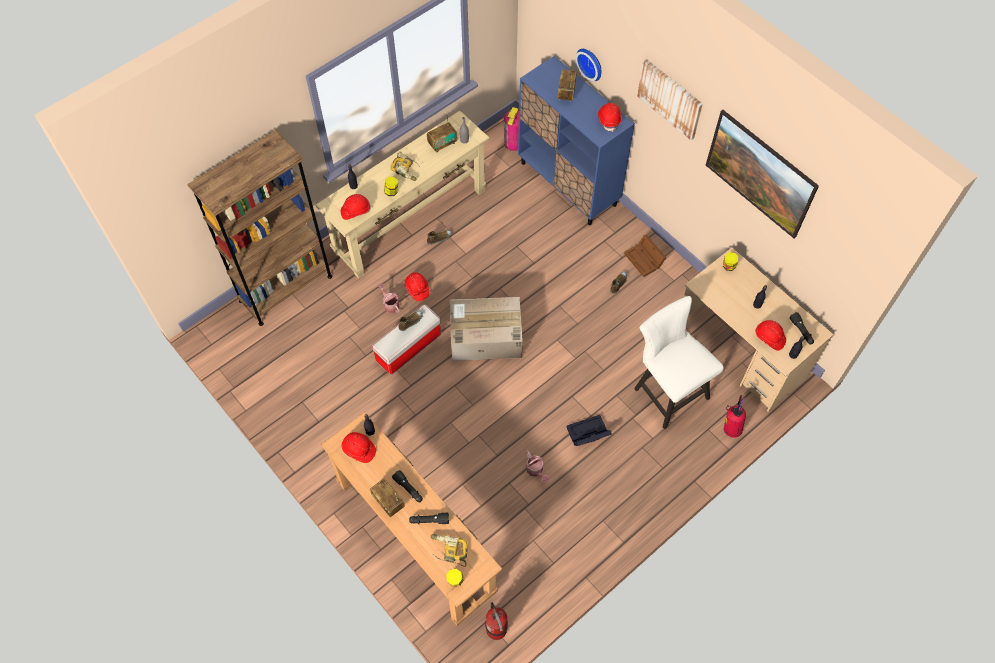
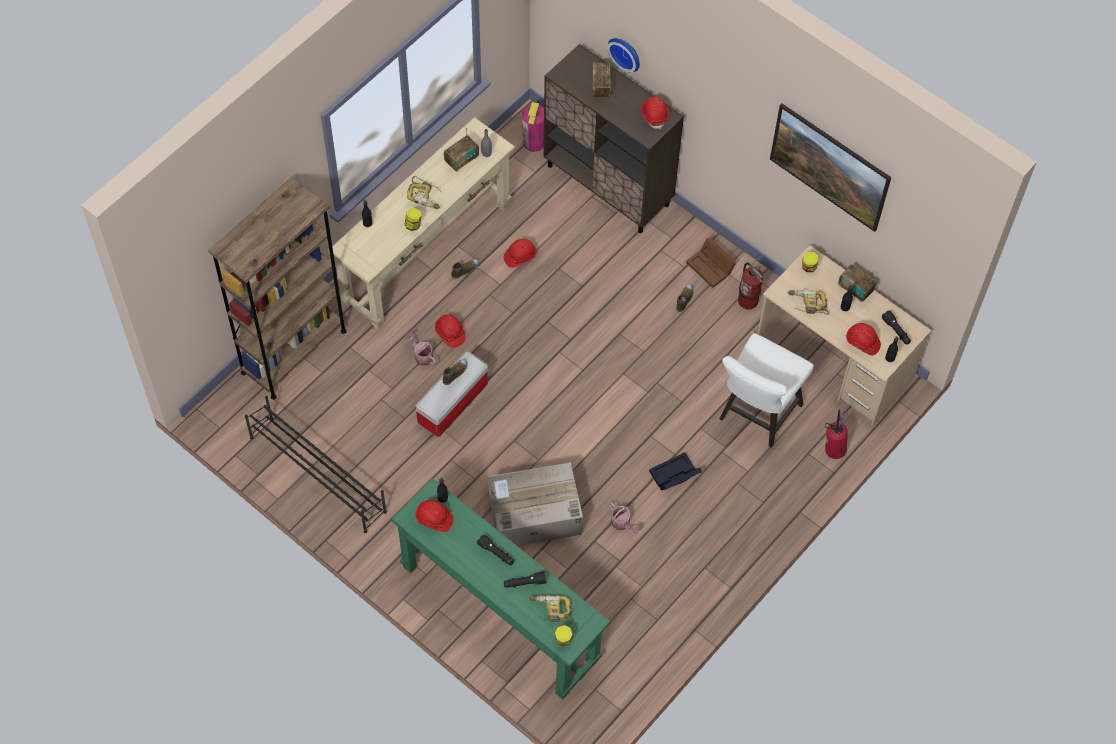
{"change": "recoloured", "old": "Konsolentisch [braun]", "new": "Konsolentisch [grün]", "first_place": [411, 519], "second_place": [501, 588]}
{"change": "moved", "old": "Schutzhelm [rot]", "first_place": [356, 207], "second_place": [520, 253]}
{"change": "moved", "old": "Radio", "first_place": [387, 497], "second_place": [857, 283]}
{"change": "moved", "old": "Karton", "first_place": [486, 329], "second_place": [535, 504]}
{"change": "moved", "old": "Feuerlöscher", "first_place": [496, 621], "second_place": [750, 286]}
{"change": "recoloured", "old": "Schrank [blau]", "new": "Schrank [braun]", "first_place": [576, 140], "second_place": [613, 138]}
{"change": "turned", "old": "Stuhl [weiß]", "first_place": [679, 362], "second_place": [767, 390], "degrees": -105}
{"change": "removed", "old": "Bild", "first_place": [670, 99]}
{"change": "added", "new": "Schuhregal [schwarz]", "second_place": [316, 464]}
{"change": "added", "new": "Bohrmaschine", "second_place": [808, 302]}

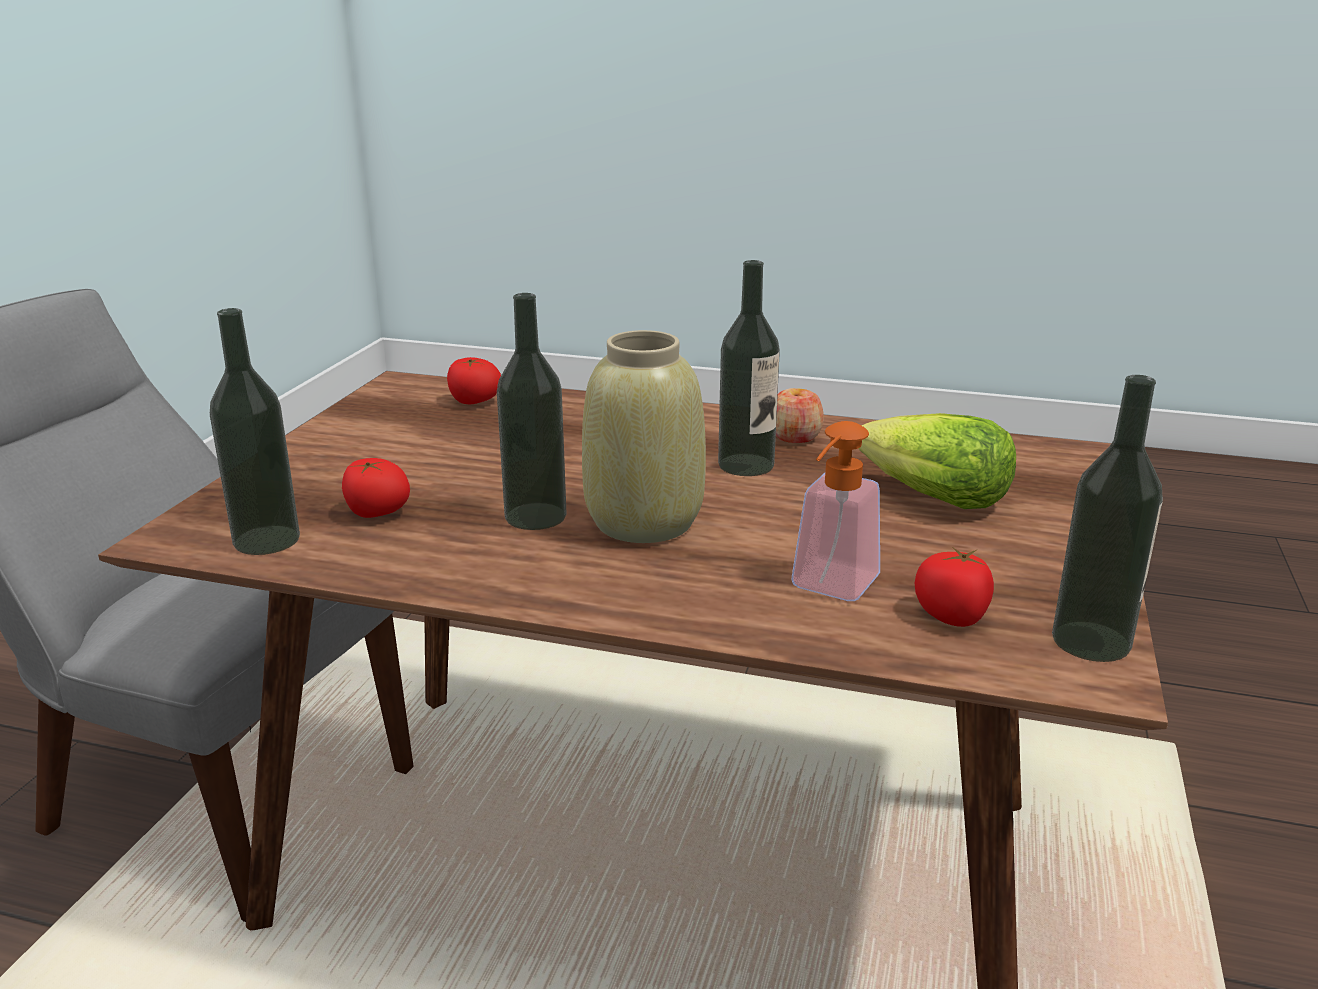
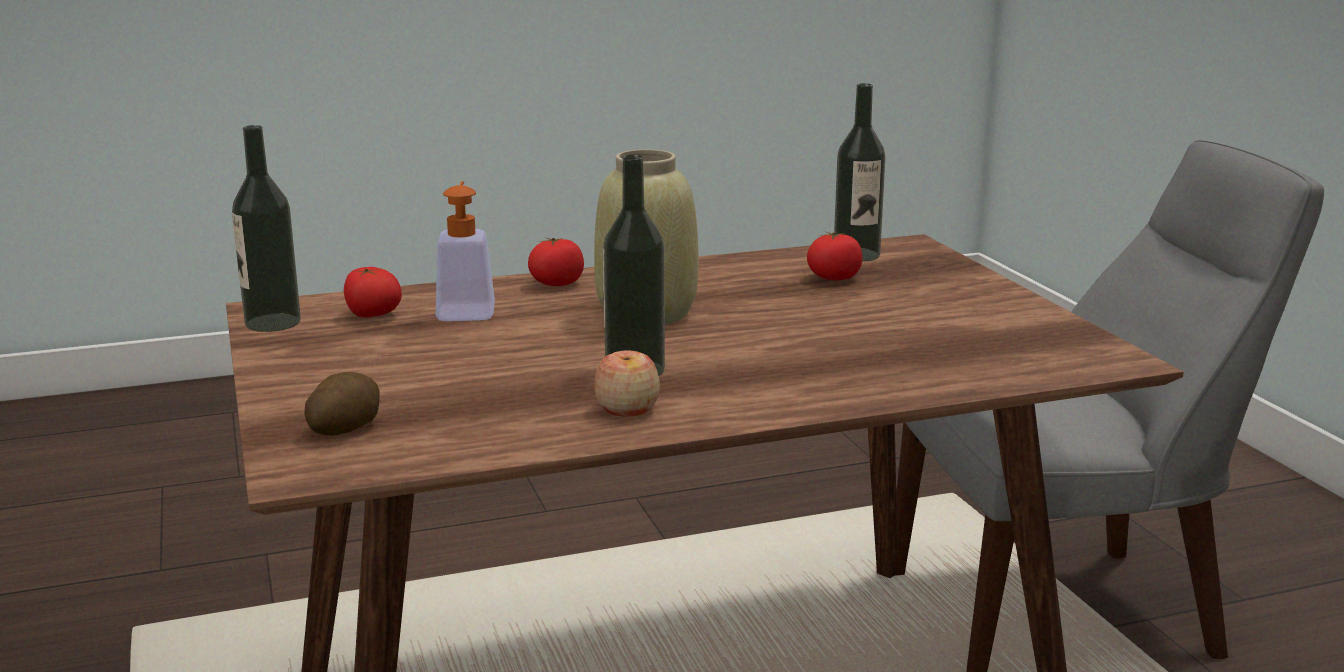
{"change": "moved", "old": "Tomate", "first_place": [474, 380], "second_place": [556, 262]}
{"change": "removed", "old": "Flasche", "first_place": [532, 411]}
{"change": "removed", "old": "Salatkopf", "first_place": [937, 461]}
{"change": "added", "new": "Kartoffel", "second_place": [342, 404]}

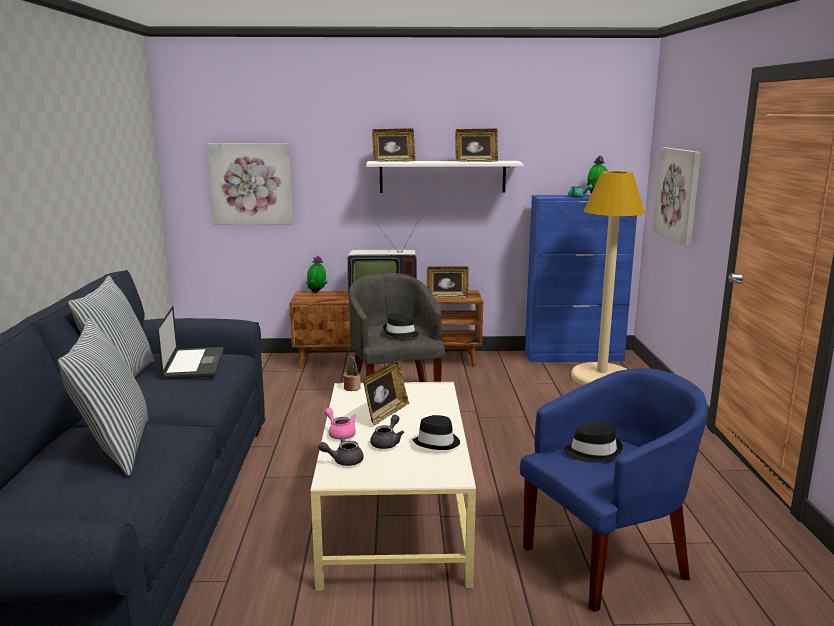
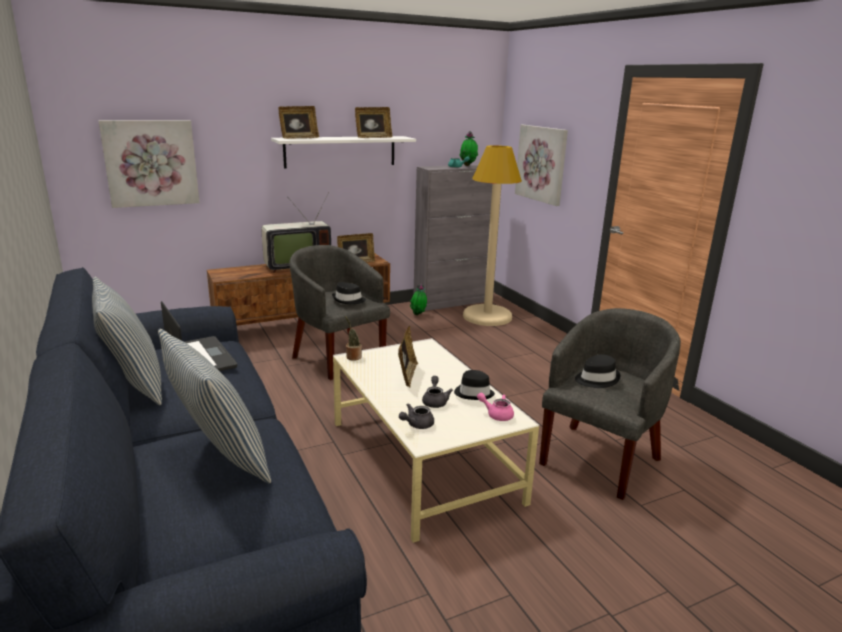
{"change": "moved", "old": "Topfpflanze", "first_place": [317, 274], "second_place": [418, 299]}
{"change": "moved", "old": "Teekanne [rosa]", "first_place": [340, 424], "second_place": [495, 407]}
{"change": "recoloured", "old": "Sessel [blau]", "new": "Sessel [grau]", "first_place": [614, 490], "second_place": [610, 404]}
{"change": "recoloured", "old": "Schrank [blau]", "new": "Schrank [grau]", "first_place": [581, 278], "second_place": [458, 237]}

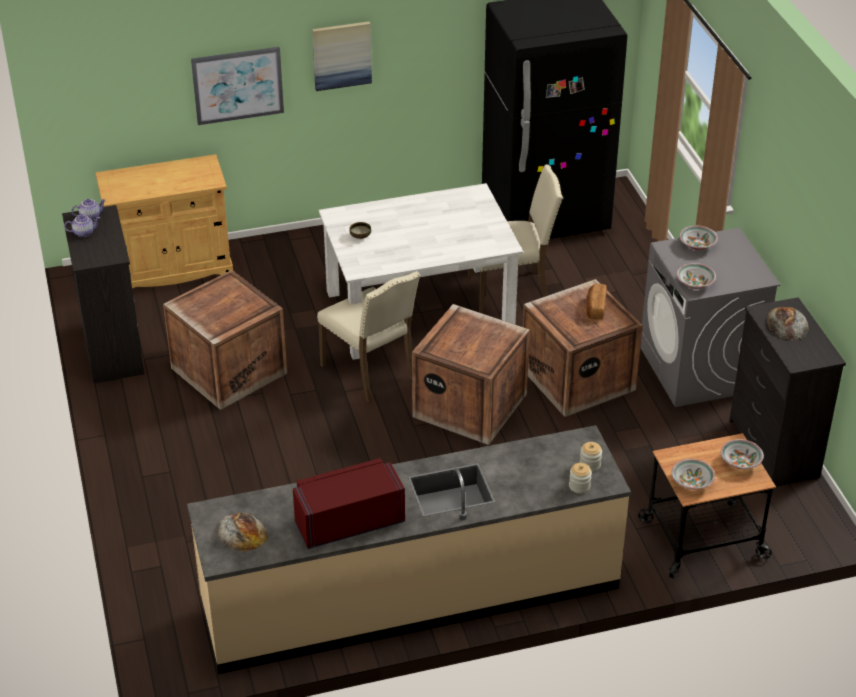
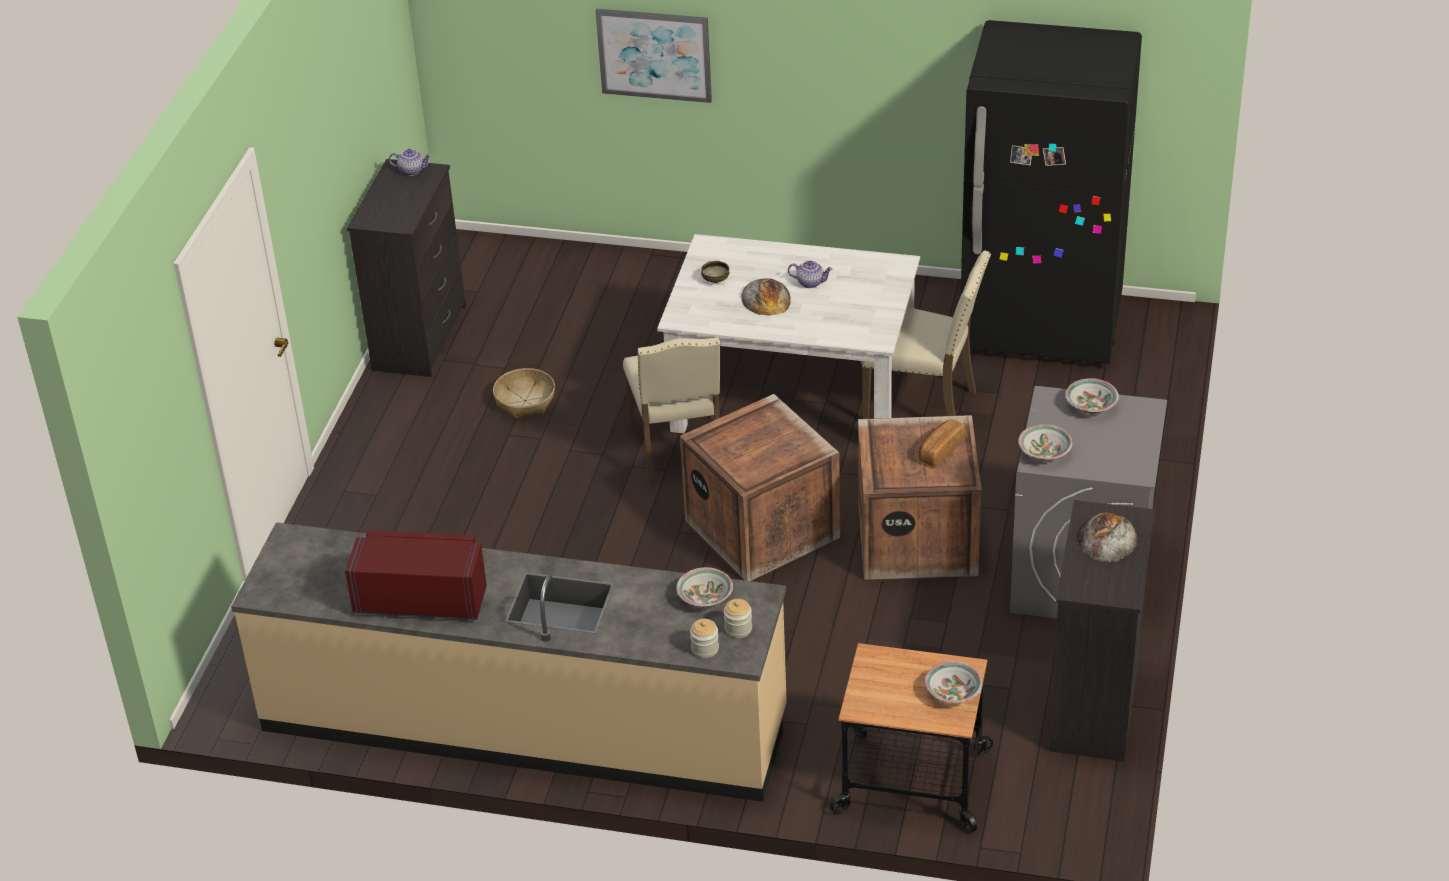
{"change": "moved", "old": "Teekanne", "first_place": [82, 226], "second_place": [810, 274]}
{"change": "removed", "old": "Schrank [beige]", "first_place": [164, 221]}
{"change": "replaced", "old": "Kiste", "new": "Korb", "first_place": [225, 340], "second_place": [524, 393]}
{"change": "moved", "old": "Brot", "first_place": [242, 532], "second_place": [766, 296]}
{"change": "removed", "old": "Bild", "first_place": [342, 56]}
{"change": "moved", "old": "Schüssel", "first_place": [693, 474], "second_place": [704, 587]}

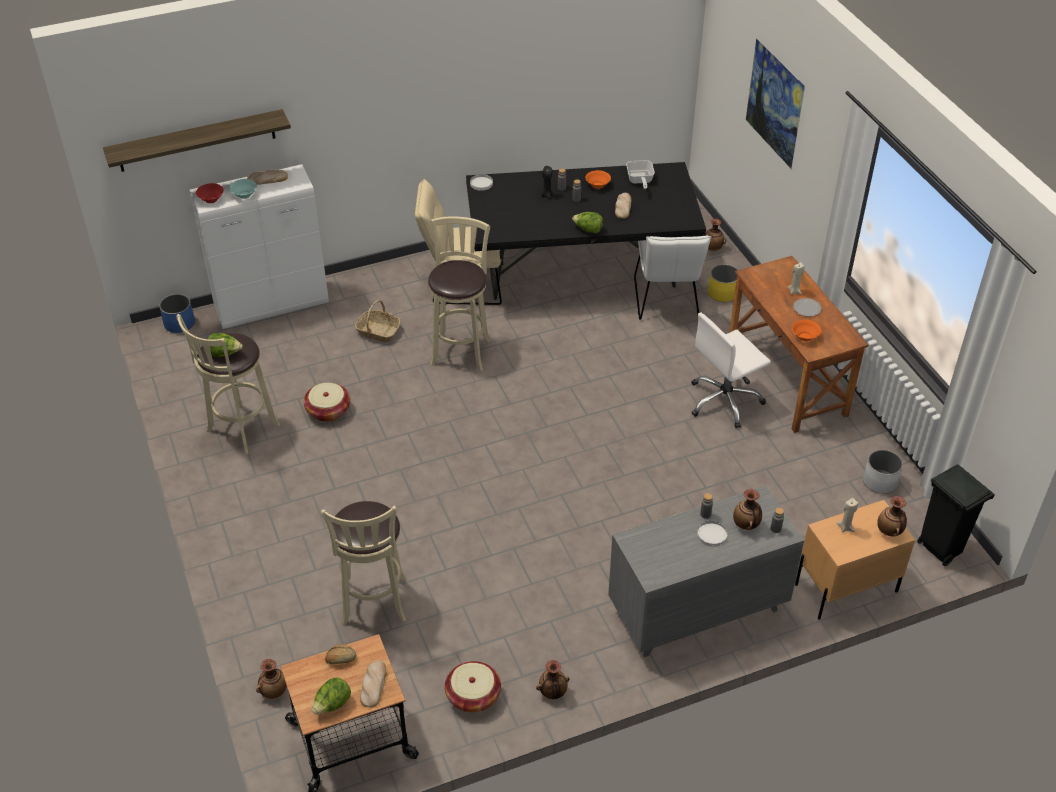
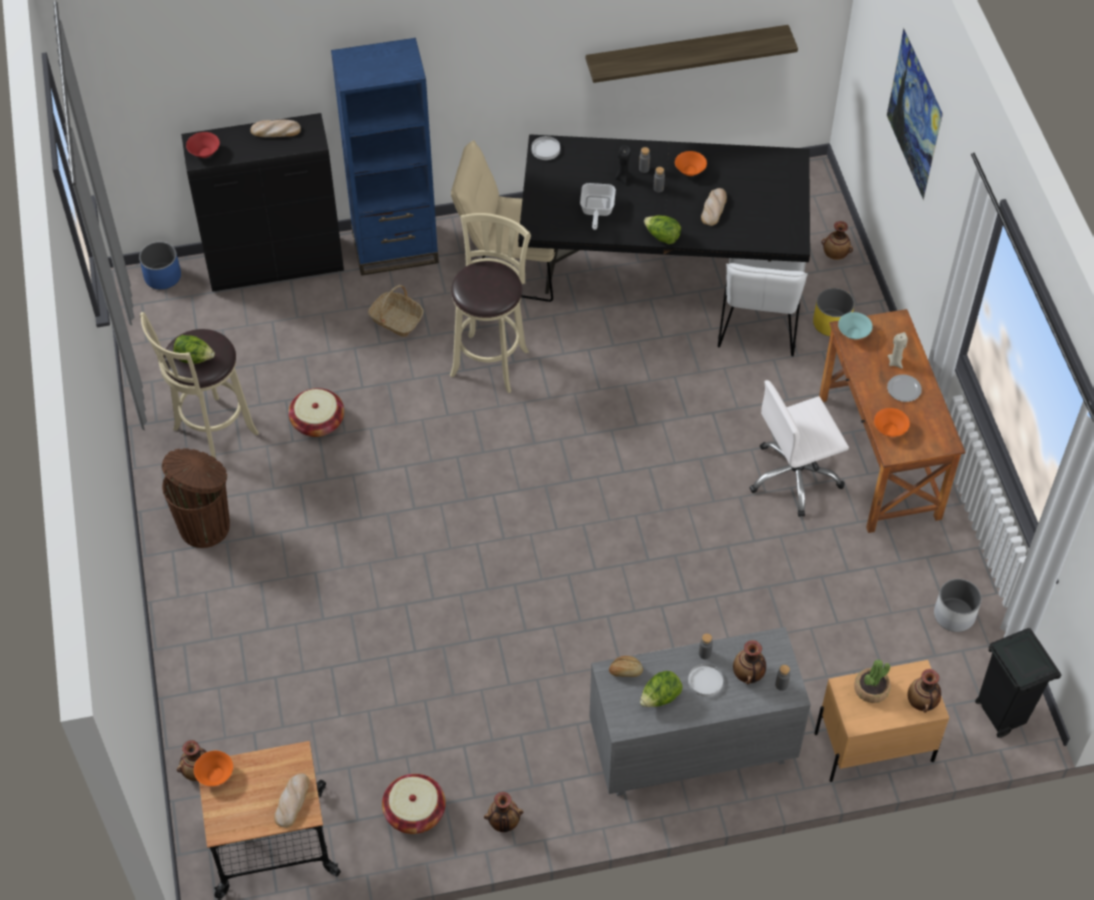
{"change": "moved", "old": "Wandregal", "first_place": [197, 140], "second_place": [692, 54]}
{"change": "recoloured", "old": "Schrank [weiß]", "new": "Schrank [schwarz]", "first_place": [259, 246], "second_place": [262, 202]}
{"change": "moved", "old": "Schüssel [türkis]", "first_place": [243, 189], "second_place": [855, 325]}
{"change": "moved", "old": "Salatkopf", "first_place": [331, 696], "second_place": [661, 689]}
{"change": "removed", "old": "Hocker [beige]", "first_place": [363, 563]}
{"change": "moved", "old": "Brot", "first_place": [340, 654], "second_place": [626, 666]}
{"change": "moved", "old": "Pfanne", "first_place": [640, 174], "second_place": [598, 206]}
{"change": "replaced", "old": "Kerze [beige]", "new": "Topfpflanze", "first_place": [847, 515], "second_place": [872, 681]}
{"change": "added", "new": "Mülleimer [braun]", "second_place": [196, 498]}
{"change": "added", "new": "Schüssel [orange]", "second_place": [213, 768]}
{"change": "added", "new": "Bücherregal [blau]", "second_place": [385, 157]}

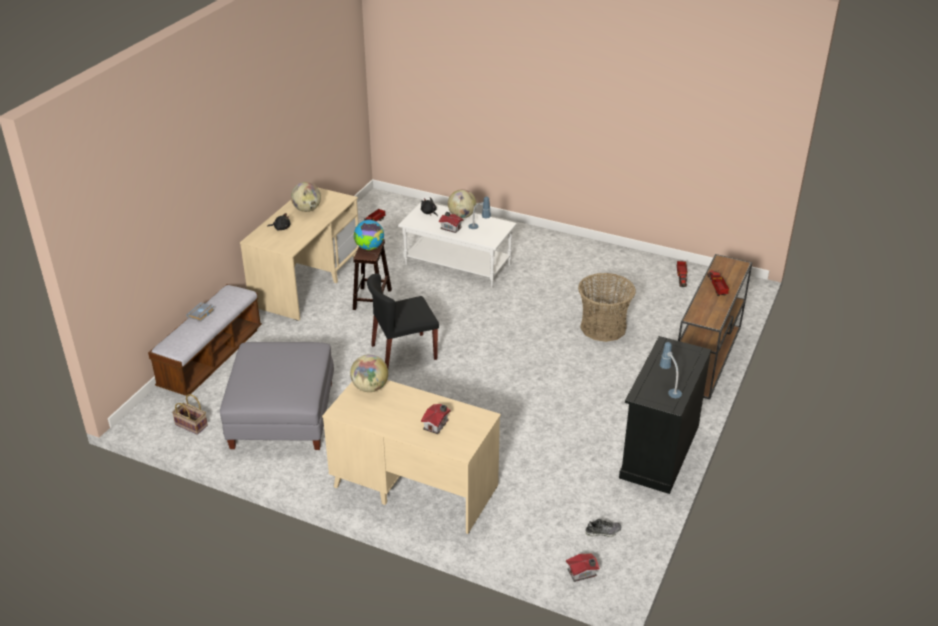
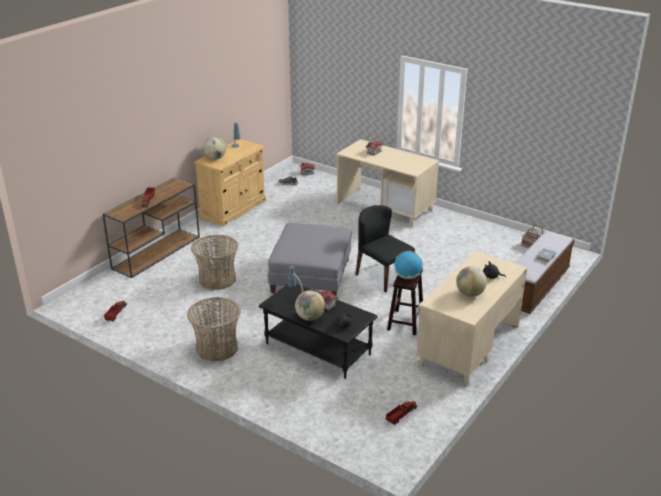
{"change": "moved", "old": "Polsterhocker [grau]", "first_place": [277, 396], "second_place": [309, 259]}
{"change": "moved", "old": "Globus", "first_place": [369, 373], "second_place": [214, 148]}
{"change": "turned", "old": "Stuhl [schwarz]", "first_place": [403, 320], "second_place": [385, 249], "degrees": -120}
{"change": "recoloured", "old": "Couchtisch [weiß]", "new": "Couchtisch [schwarz]", "first_place": [457, 244], "second_place": [318, 331]}
{"change": "recoloured", "old": "Schrank [schwarz]", "new": "Schrank [beige]", "first_place": [665, 415], "second_place": [230, 183]}
{"change": "added", "new": "Korb", "second_place": [214, 329]}

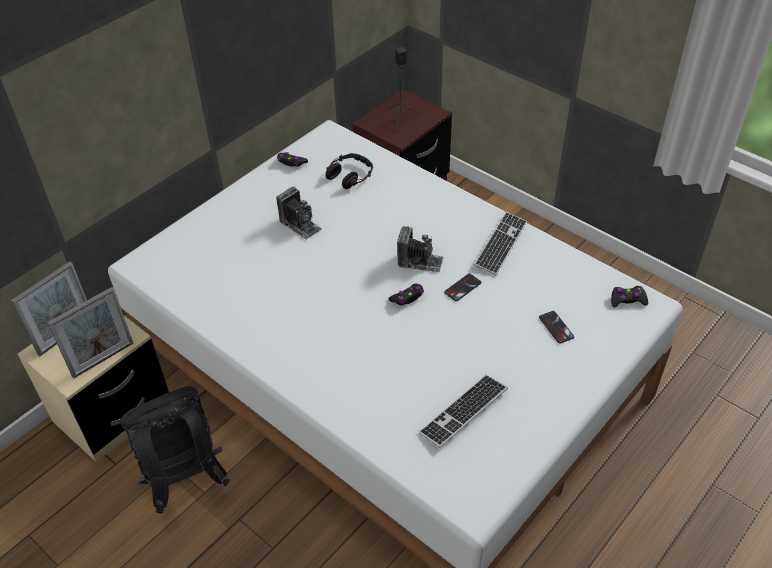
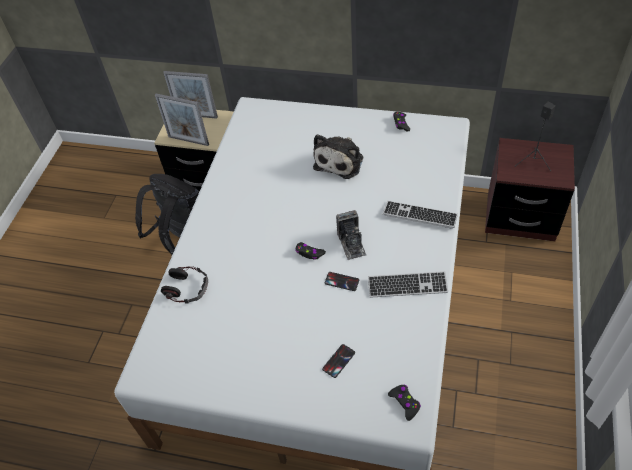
{"change": "replaced", "old": "Kamera", "new": "Plüschtier", "first_place": [299, 213], "second_place": [338, 156]}
{"change": "moved", "old": "Kopfhörer", "first_place": [349, 171], "second_place": [184, 285]}
{"change": "moved", "old": "Tastatur", "first_place": [463, 411], "second_place": [420, 215]}

